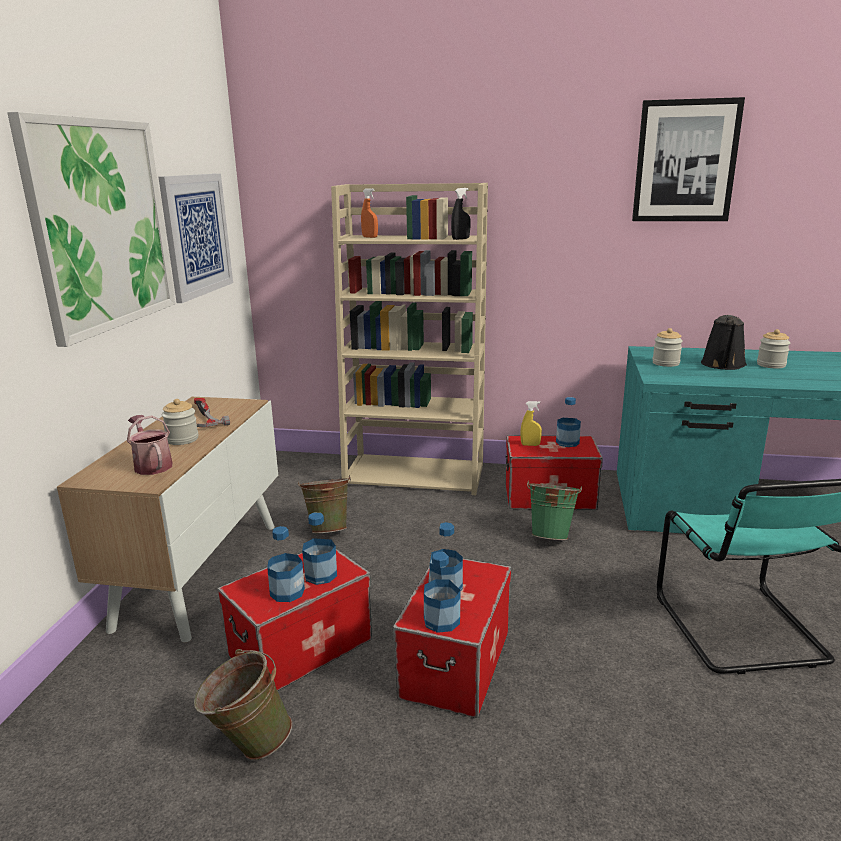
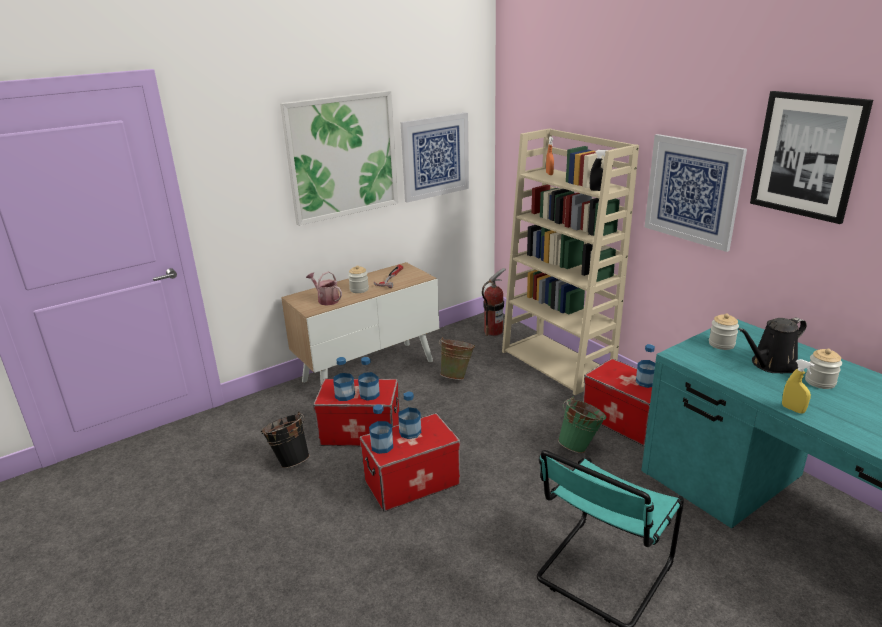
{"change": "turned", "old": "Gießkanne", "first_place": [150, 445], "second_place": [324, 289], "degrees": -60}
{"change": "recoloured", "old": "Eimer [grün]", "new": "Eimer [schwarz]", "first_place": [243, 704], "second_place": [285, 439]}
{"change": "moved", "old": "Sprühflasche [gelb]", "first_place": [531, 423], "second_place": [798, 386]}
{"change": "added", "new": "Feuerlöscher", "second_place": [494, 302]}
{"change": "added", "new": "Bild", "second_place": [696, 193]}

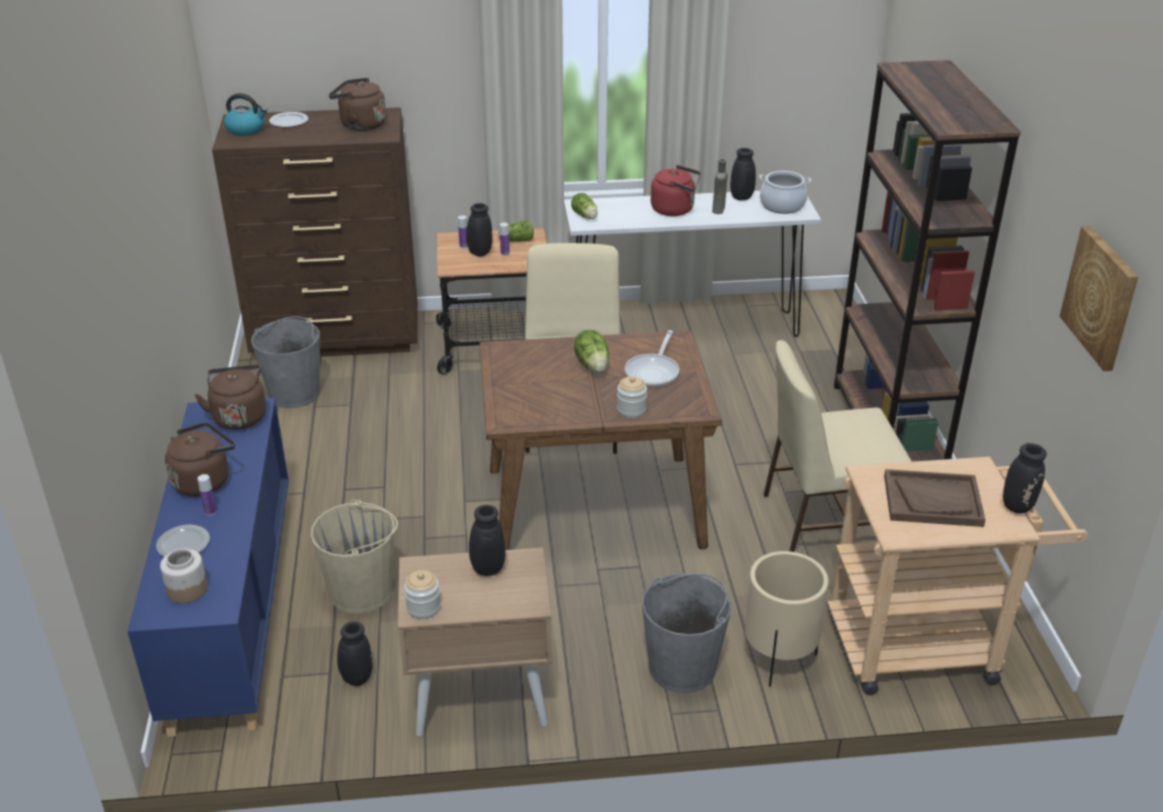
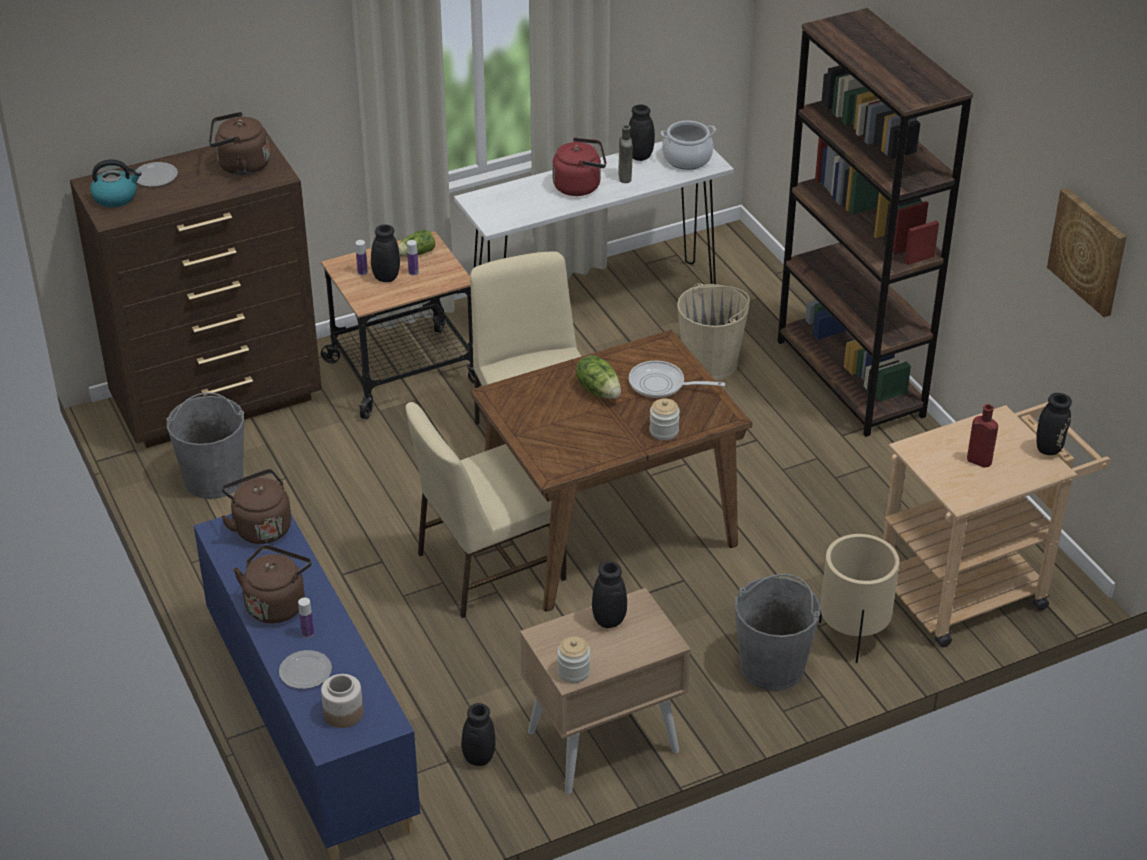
{"change": "moved", "old": "Eimer [beige]", "first_place": [354, 557], "second_place": [713, 331]}
{"change": "removed", "old": "Salatkopf", "first_place": [584, 206]}
{"change": "turned", "old": "Pfanne", "first_place": [652, 358], "second_place": [677, 379], "degrees": 105}
{"change": "moved", "old": "Stuhl [beige]", "first_place": [837, 446], "second_place": [486, 510]}
{"change": "replaced", "old": "Tablett [braun]", "new": "Flasche [rot]", "first_place": [934, 498], "second_place": [982, 436]}

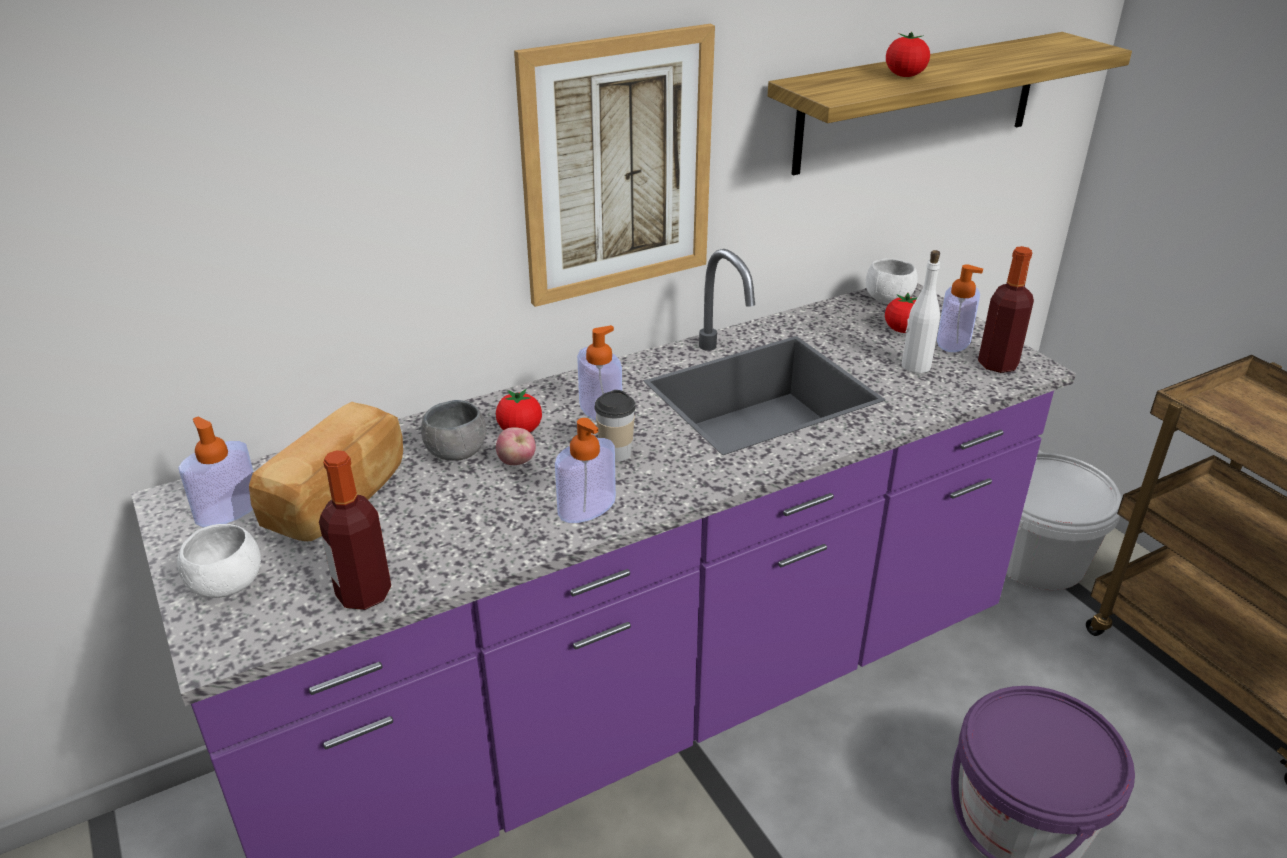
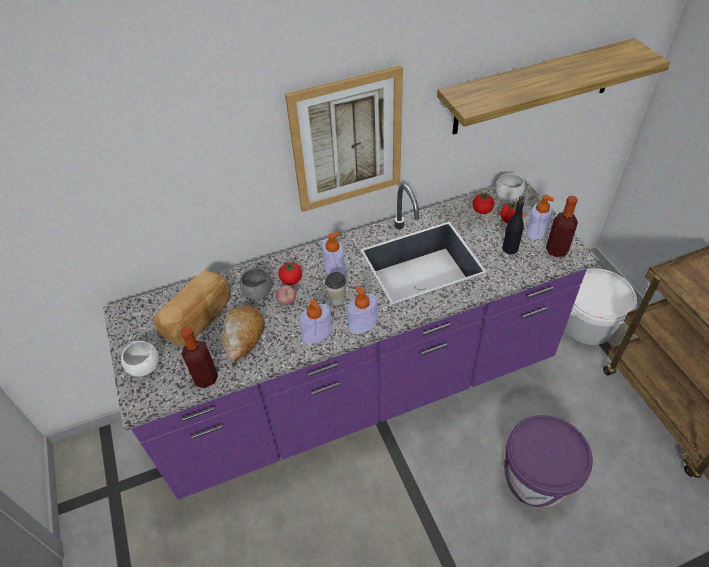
{"change": "moved", "old": "Seifenspender", "first_place": [216, 472], "second_place": [362, 310]}
{"change": "moved", "old": "Tomate", "first_place": [908, 54], "second_place": [483, 203]}
{"change": "recoloured", "old": "Flasche [weiß]", "new": "Flasche [schwarz]", "first_place": [921, 311], "second_place": [513, 225]}
{"change": "added", "new": "Brot", "second_place": [242, 334]}

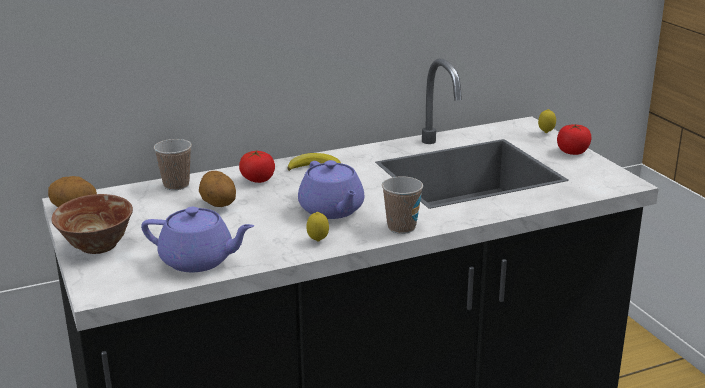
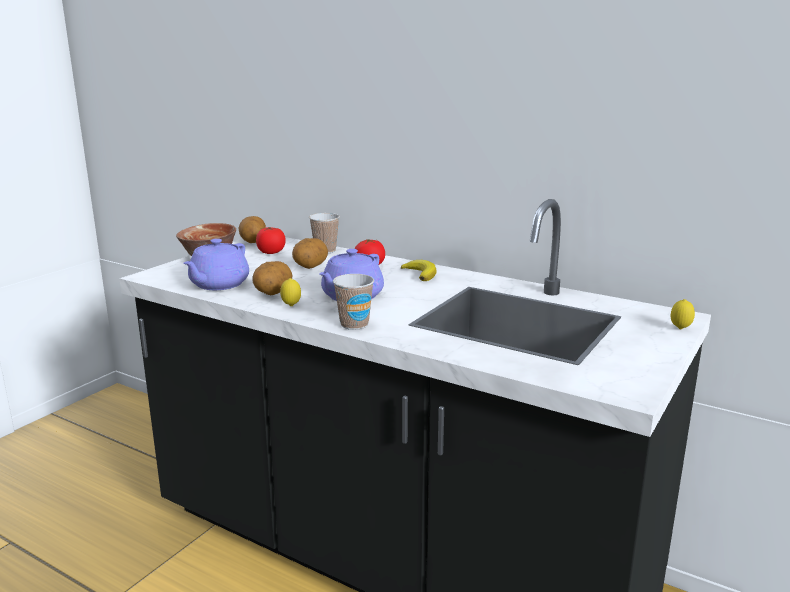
{"change": "turned", "old": "Teekanne [lila]", "first_place": [197, 239], "second_place": [216, 264], "degrees": 45}
{"change": "moved", "old": "Tomate", "first_place": [574, 139], "second_place": [271, 240]}
{"change": "added", "new": "Kartoffel", "second_place": [272, 278]}

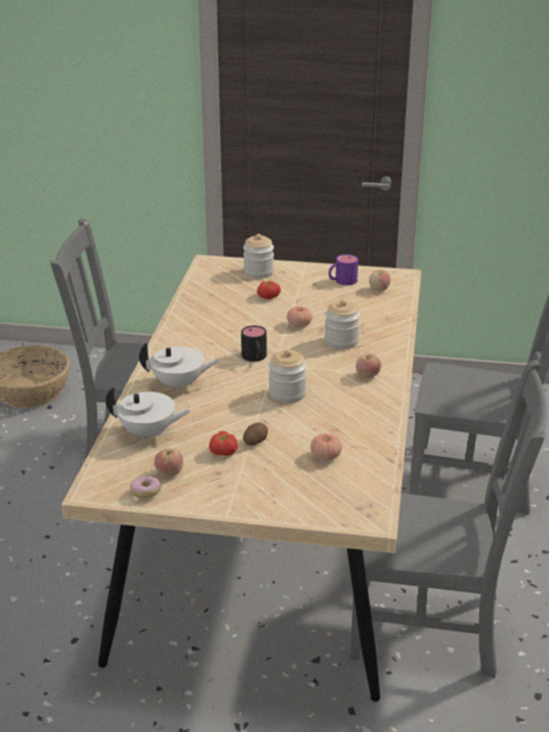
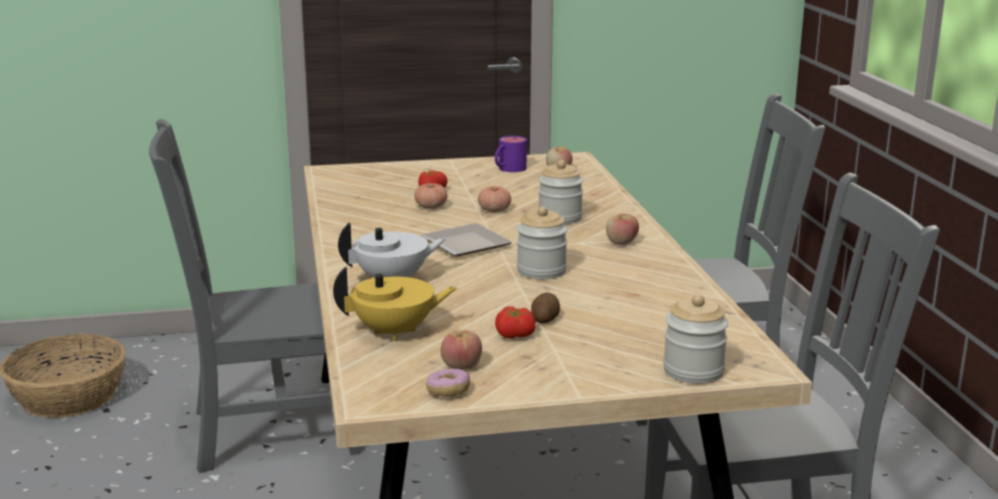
{"change": "recoloured", "old": "Teekanne [weiß]", "new": "Teekanne [gelb]", "first_place": [148, 413], "second_place": [395, 304]}
{"change": "replaced", "old": "Henkelbecher [schwarz]", "new": "Teller", "first_place": [254, 344], "second_place": [466, 239]}
{"change": "moved", "old": "Vorratsglas", "first_place": [258, 256], "second_place": [695, 339]}
{"change": "moved", "old": "Tomate", "first_place": [326, 447], "second_place": [430, 196]}

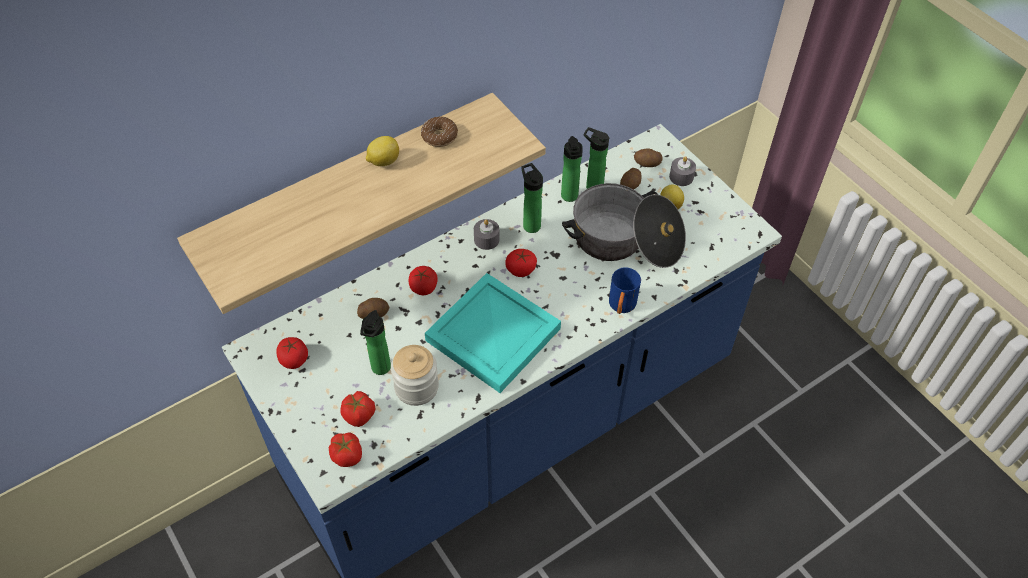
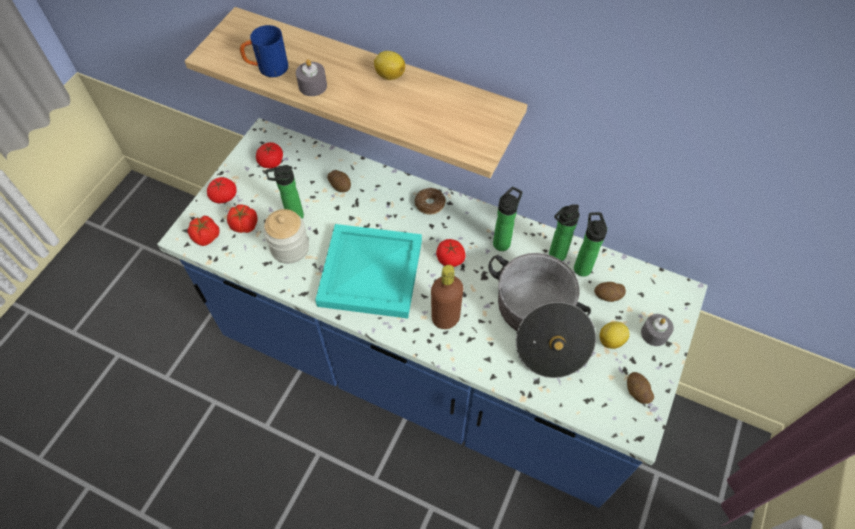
{"change": "moved", "old": "Tomate", "first_place": [423, 280], "second_place": [222, 190]}
{"change": "moved", "old": "Donut", "first_place": [439, 131], "second_place": [430, 201]}
{"change": "moved", "old": "Kerze [grau]", "first_place": [487, 234], "second_place": [311, 77]}
{"change": "moved", "old": "Henkelbecher [blau]", "first_place": [625, 290], "second_place": [264, 51]}
{"change": "moved", "old": "Kartoffel", "first_place": [648, 157], "second_place": [640, 388]}
{"change": "added", "new": "Flasche [braun]", "second_place": [447, 297]}

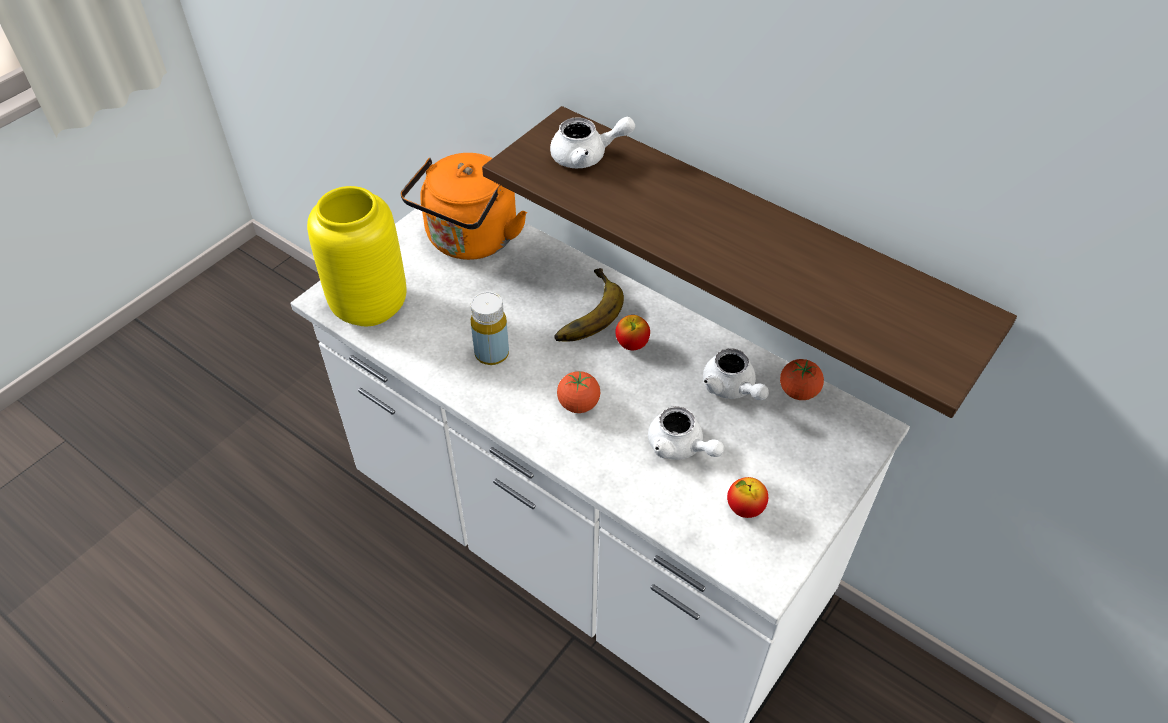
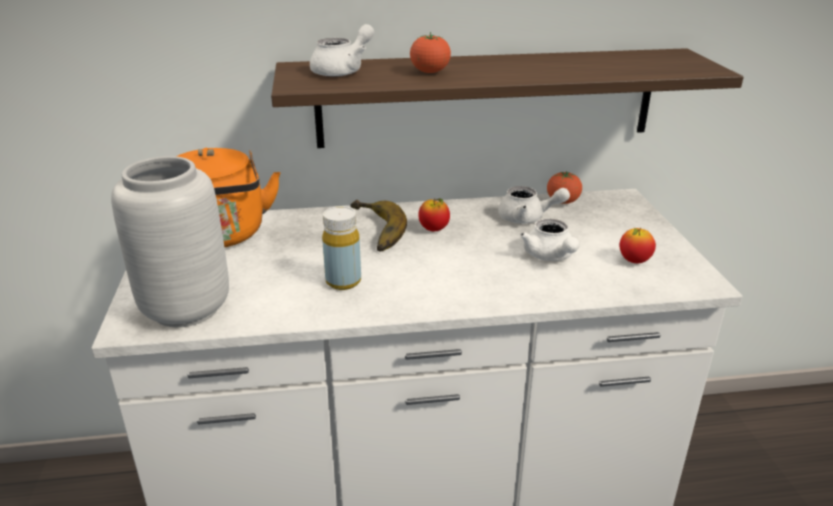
{"change": "recoloured", "old": "Vase [gelb]", "new": "Vase [grau]", "first_place": [356, 256], "second_place": [170, 241]}
{"change": "moved", "old": "Tomate", "first_place": [578, 392], "second_place": [430, 52]}
{"change": "turned", "old": "Teekanne [weiß]", "first_place": [686, 433], "second_place": [550, 240], "degrees": 75}

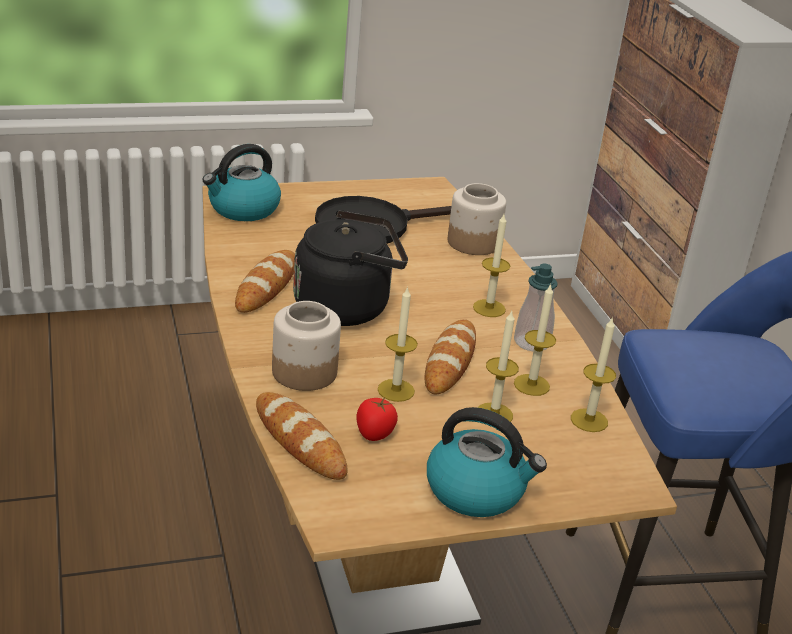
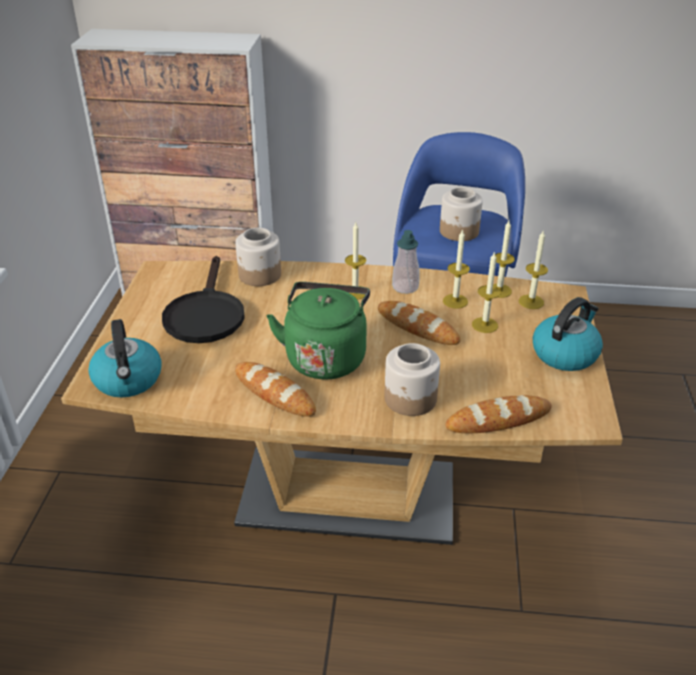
{"change": "recoloured", "old": "Wasserkessel [schwarz]", "new": "Wasserkessel [grün]", "first_place": [350, 268], "second_place": [318, 330]}
{"change": "removed", "old": "Tomate", "first_place": [377, 419]}
{"change": "moved", "old": "Kerze", "first_place": [398, 344], "second_place": [533, 270]}
{"change": "added", "new": "Vorratsglas", "second_place": [461, 214]}

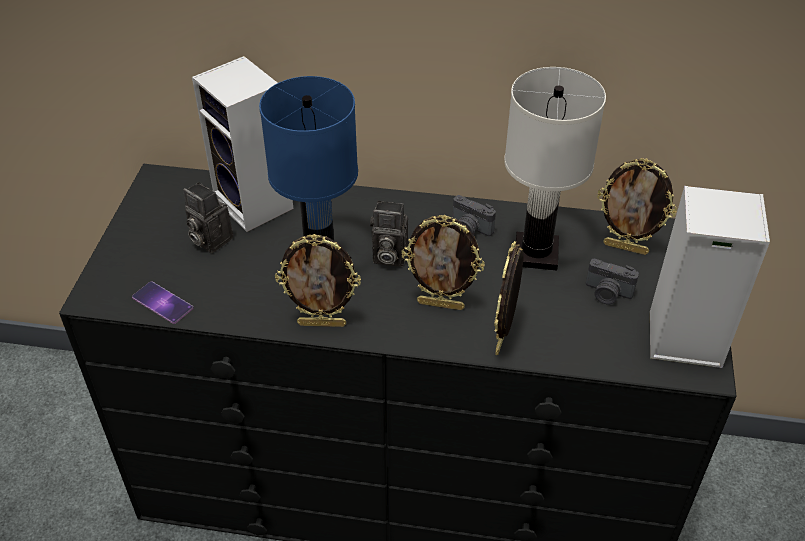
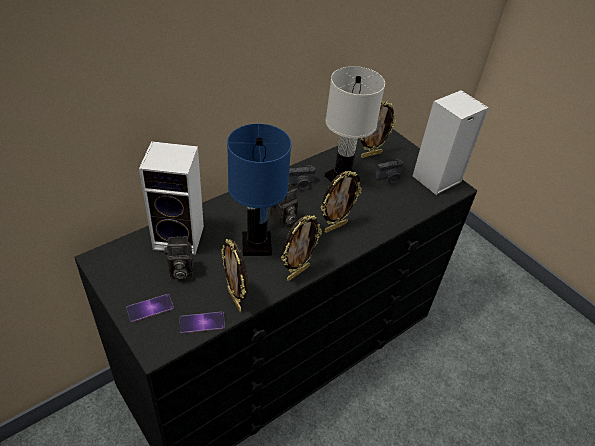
{"change": "moved", "old": "Bilderrahmen", "first_place": [509, 298], "second_place": [234, 275]}
{"change": "added", "new": "Handy", "second_place": [150, 308]}

